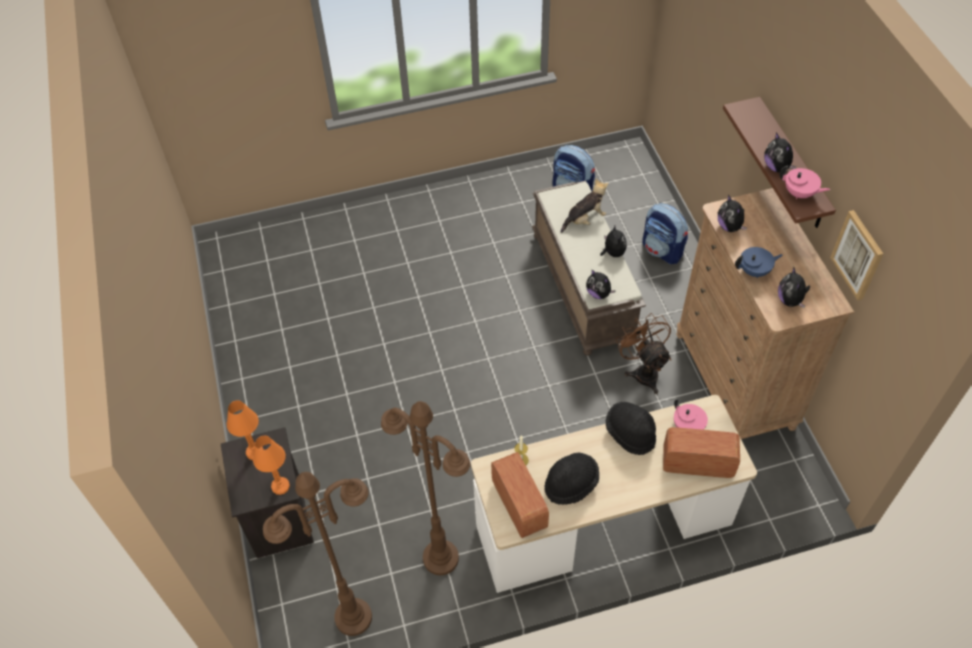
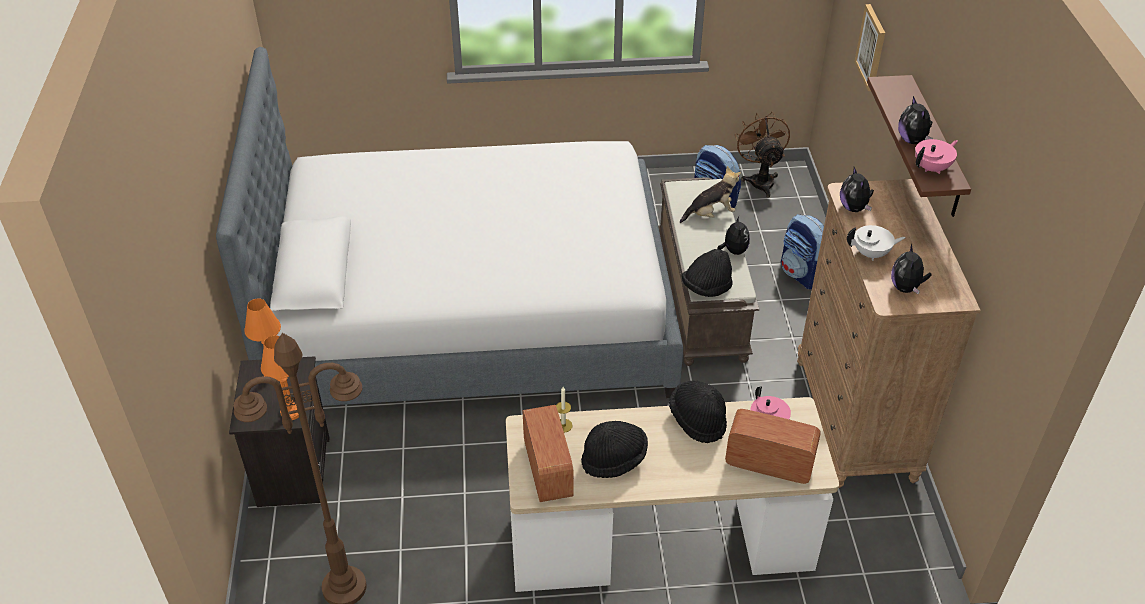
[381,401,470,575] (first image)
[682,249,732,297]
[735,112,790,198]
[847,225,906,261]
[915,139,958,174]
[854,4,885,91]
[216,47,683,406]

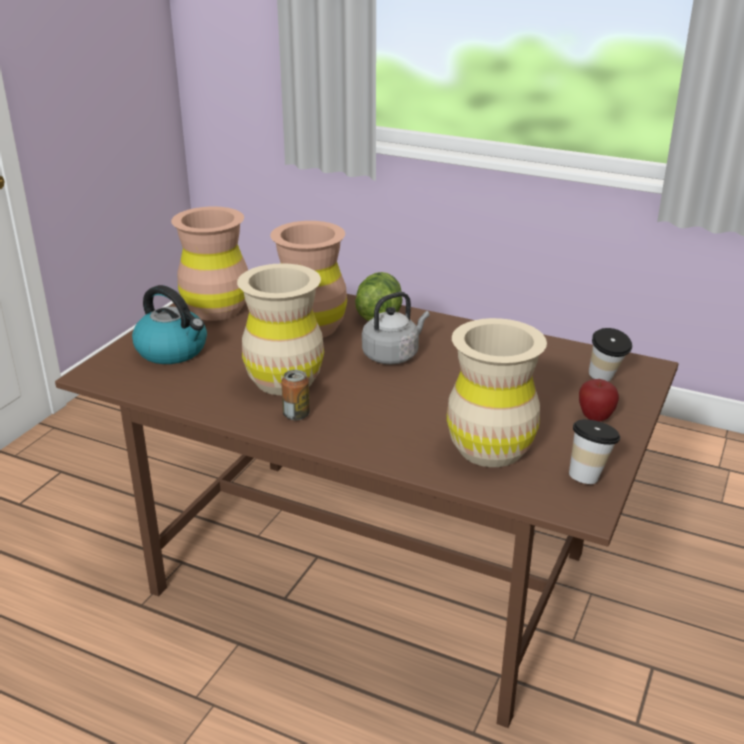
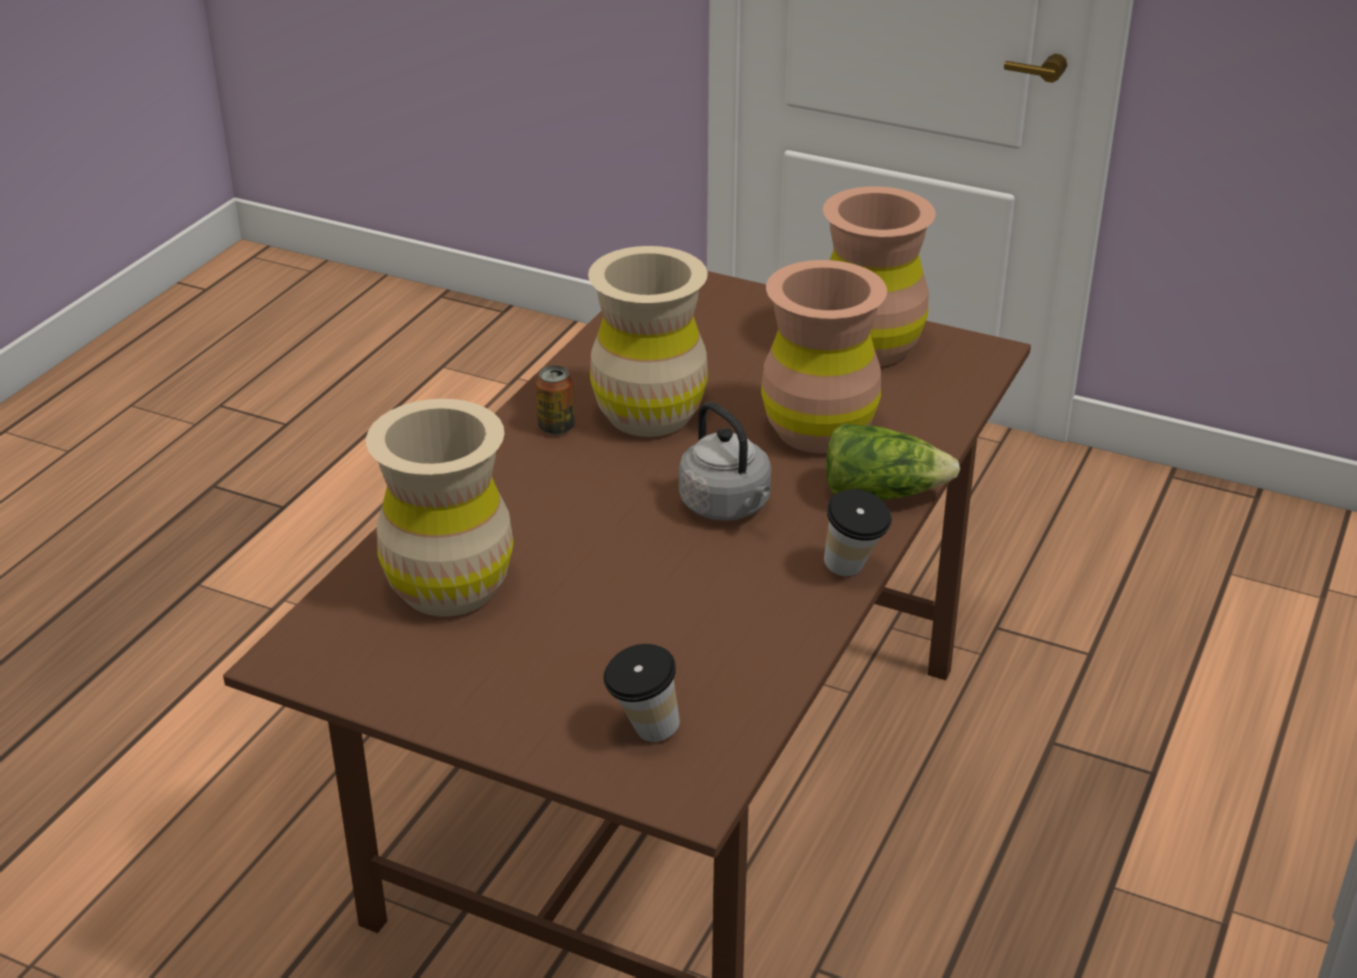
[132,285,207,364] (first image)
[824,489,892,577]
[579,379,619,422] (first image)

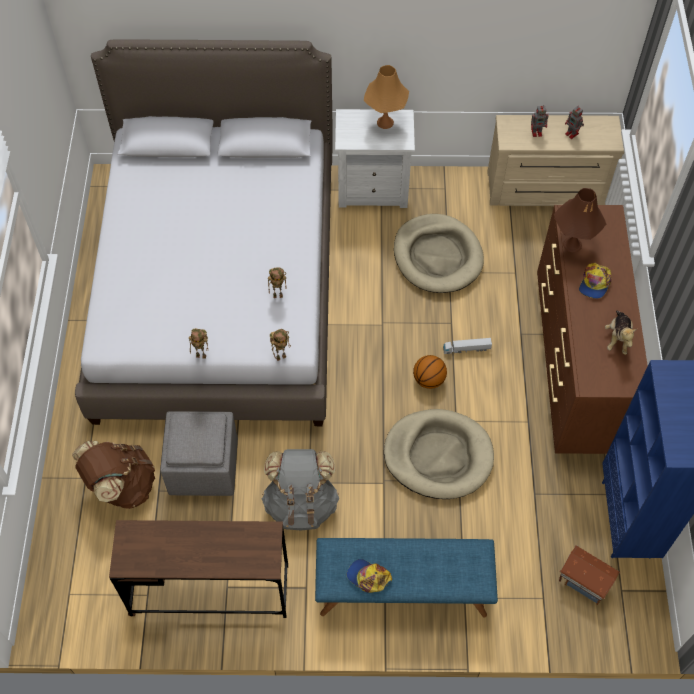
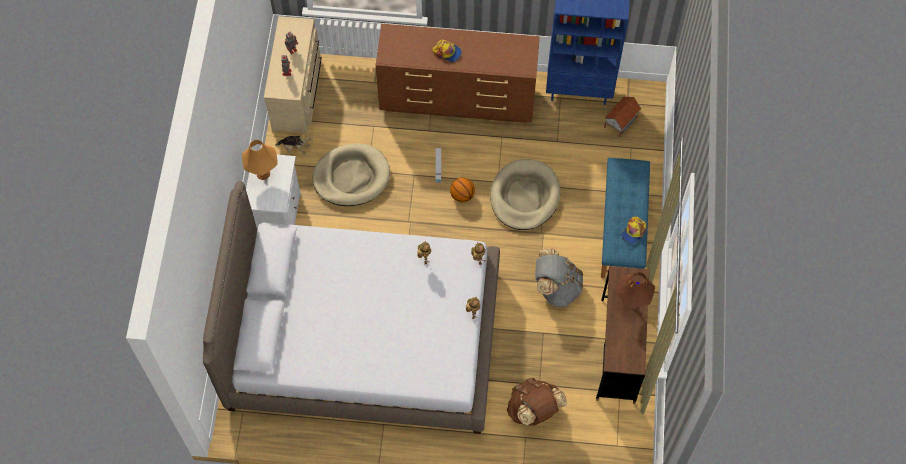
[160,411,238,496] (first image)
[616,272,655,310]
[275,131,313,155]

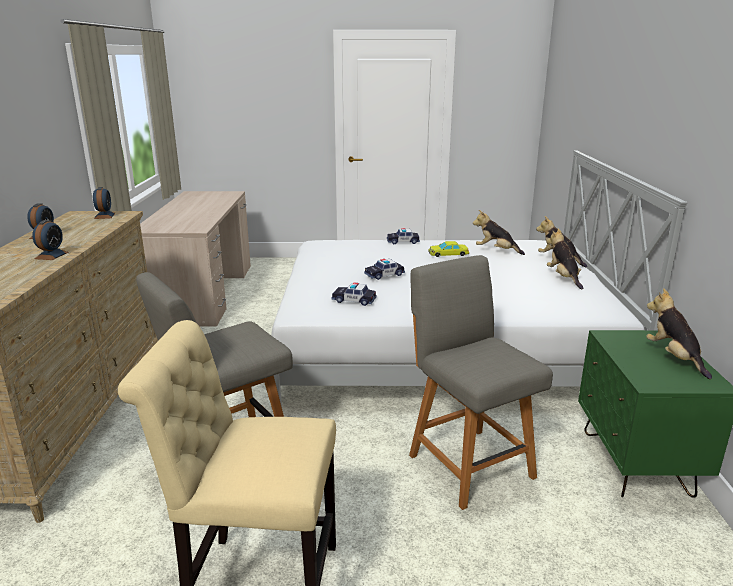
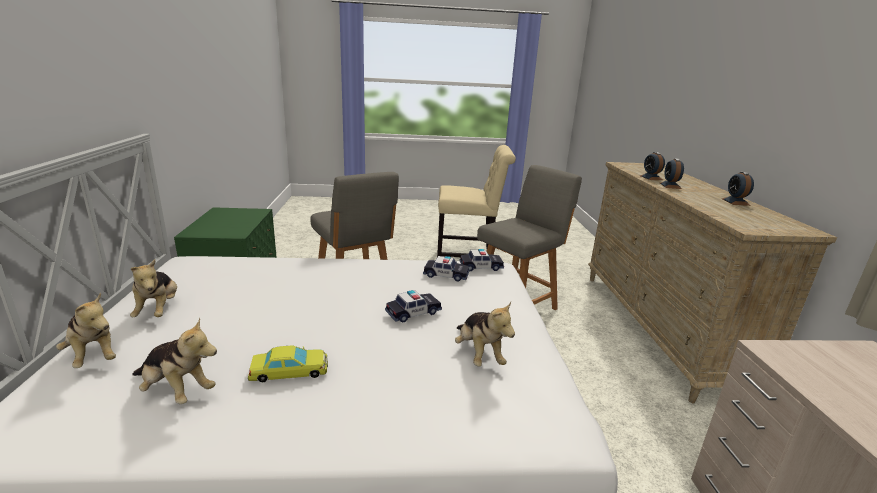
[640,152,665,180]
[460,249,504,271]
[455,302,515,367]

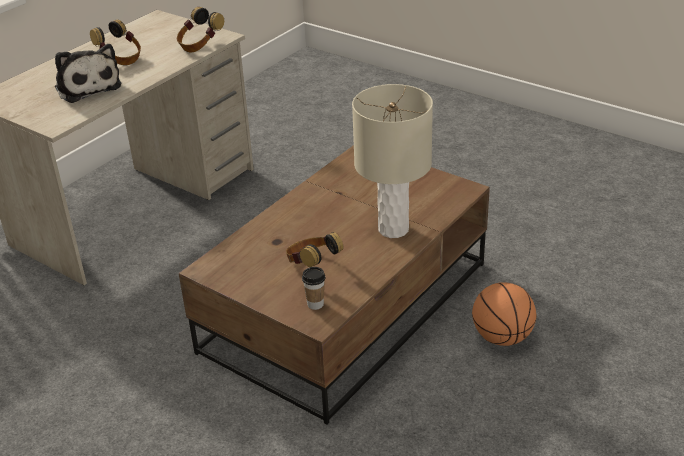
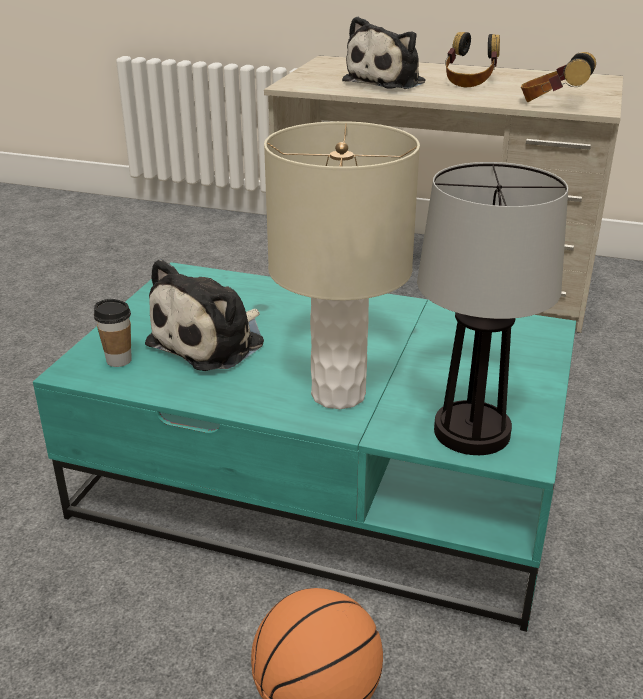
[33,262,576,632]
[145,259,264,371]
[417,162,568,455]

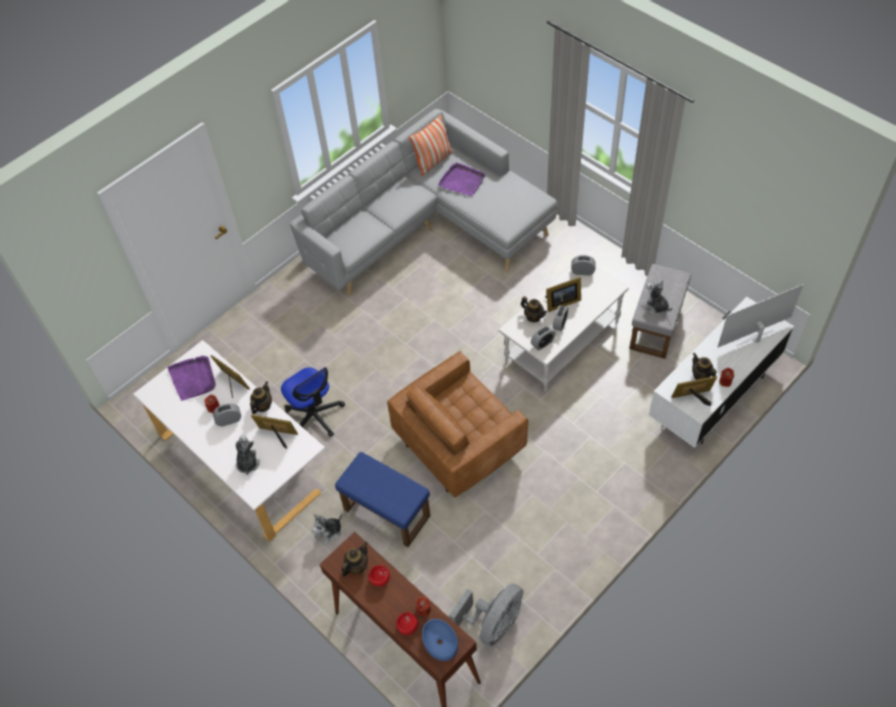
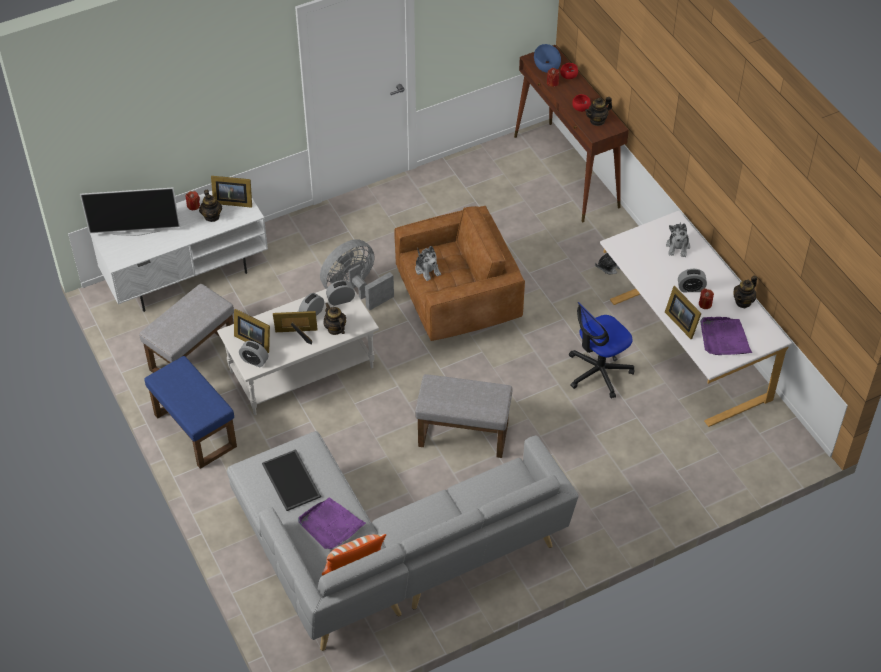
[733,276,757,308]
[234,309,270,353]
[569,302,635,399]
[144,356,237,469]
[320,239,394,311]
[415,246,441,281]
[262,450,321,511]
[415,374,512,458]

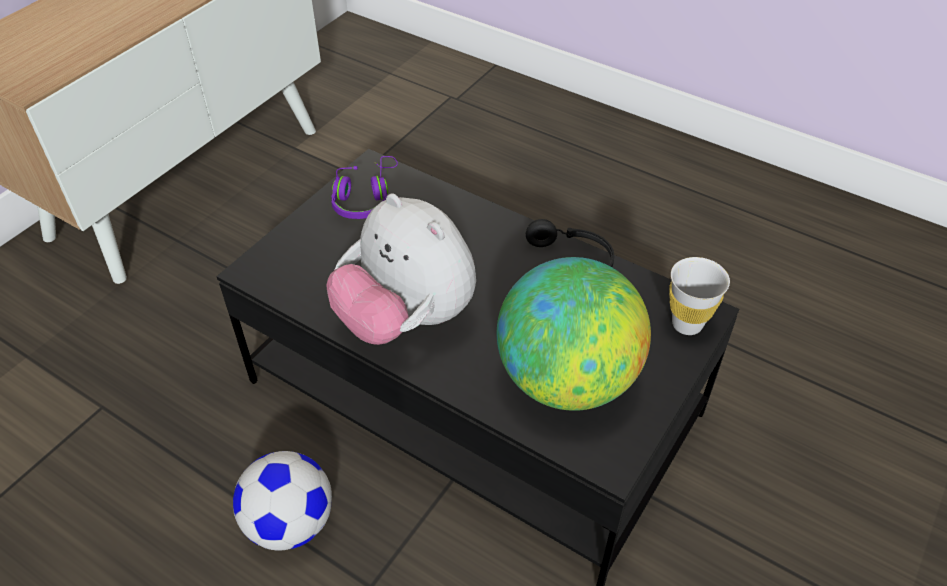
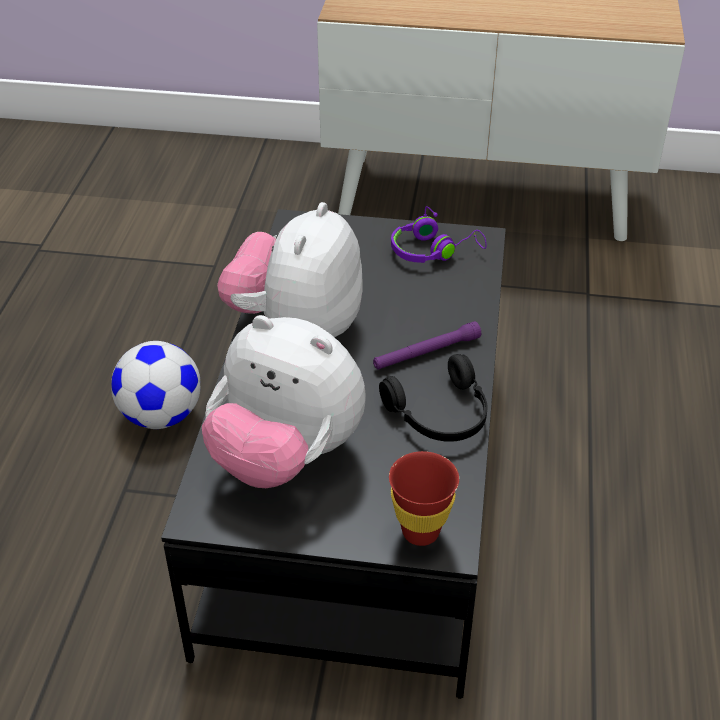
[202,315,366,488]
[389,451,459,546]
[373,321,481,370]

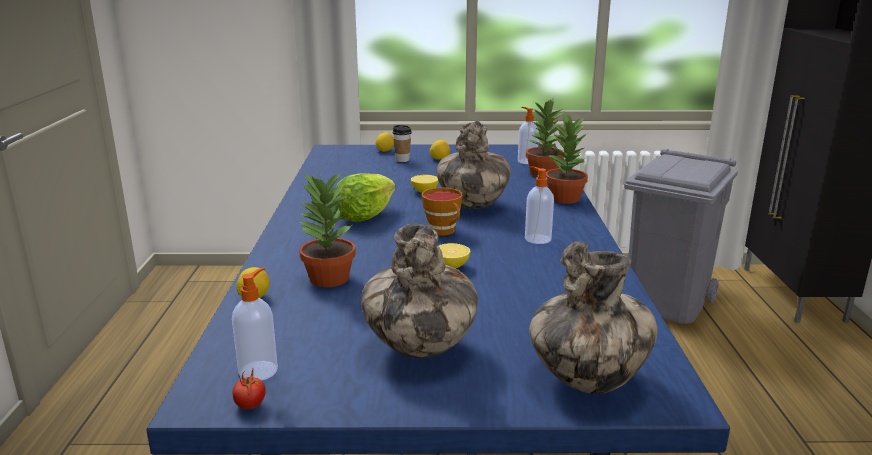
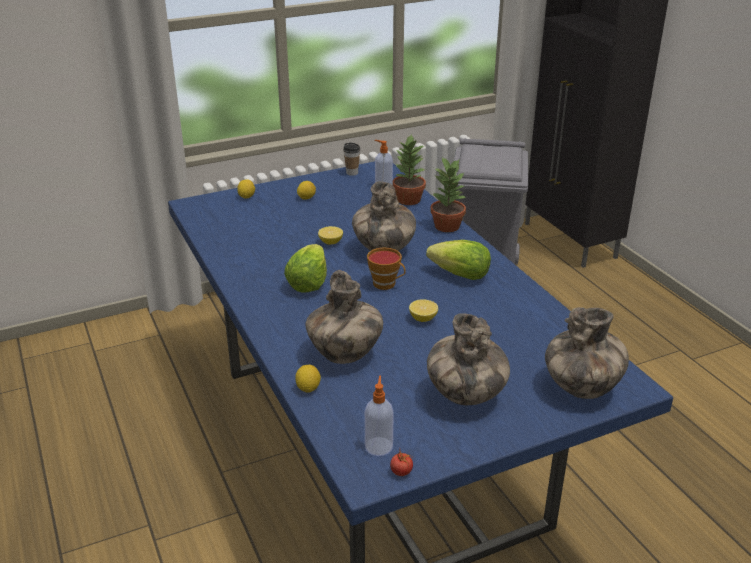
[306,270,383,364]
[343,142,360,176]
[426,240,491,280]

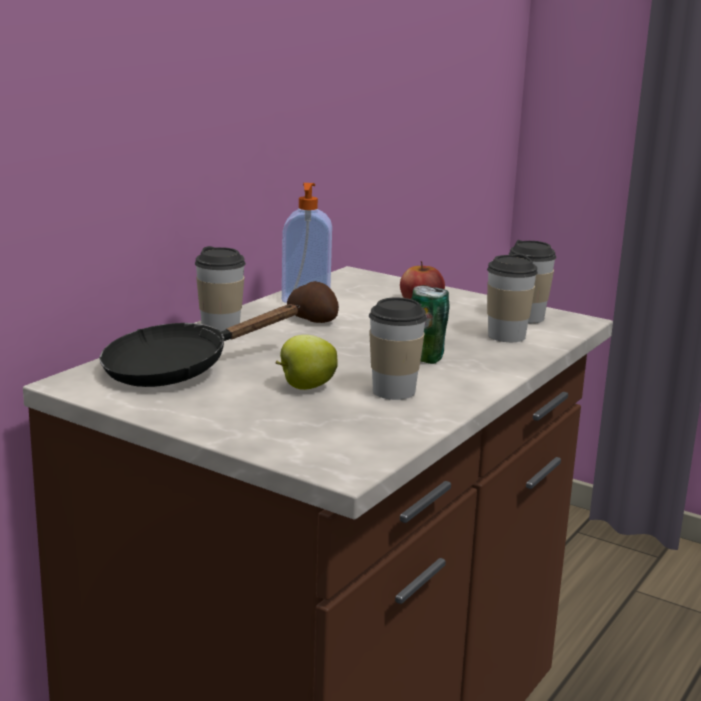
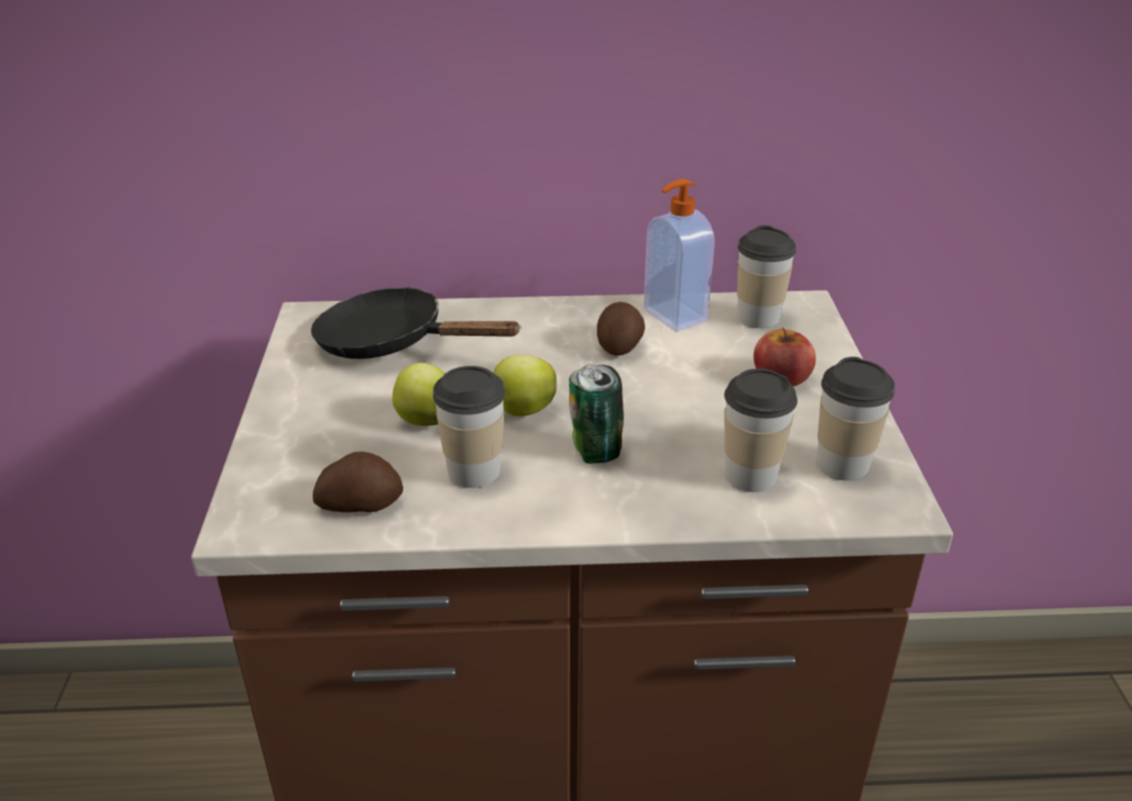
[737,225,796,328]
[313,452,403,512]
[493,355,556,416]

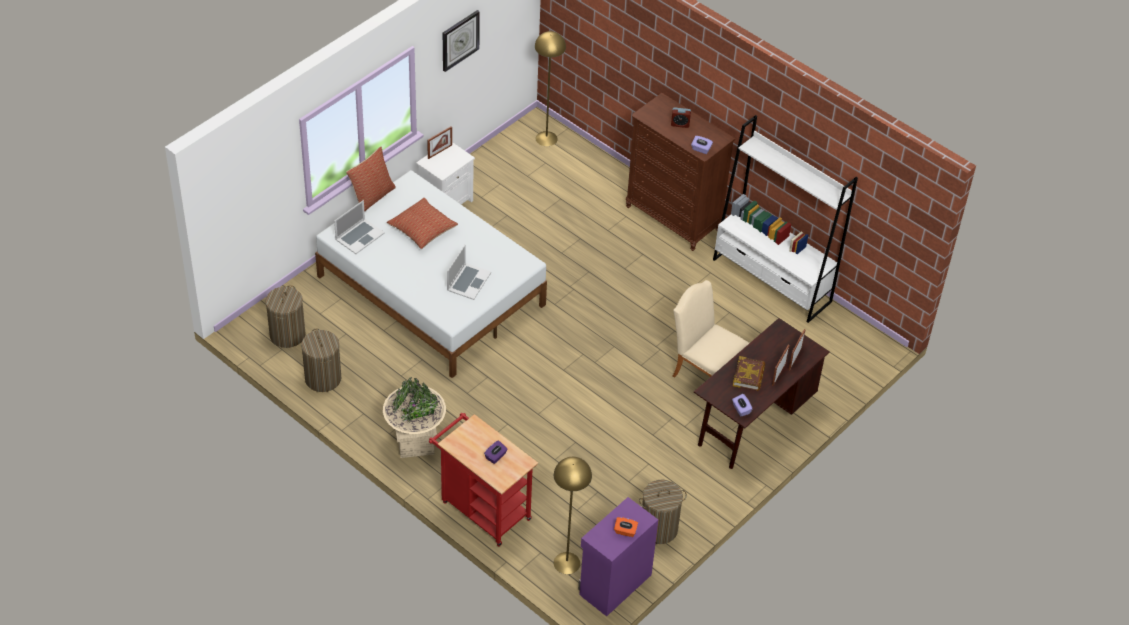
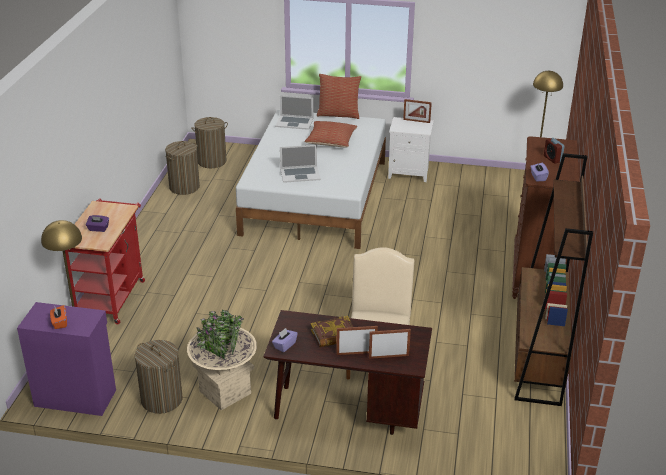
[187,310,257,410]
[443,10,480,72] (first image)
[514,153,593,406]

